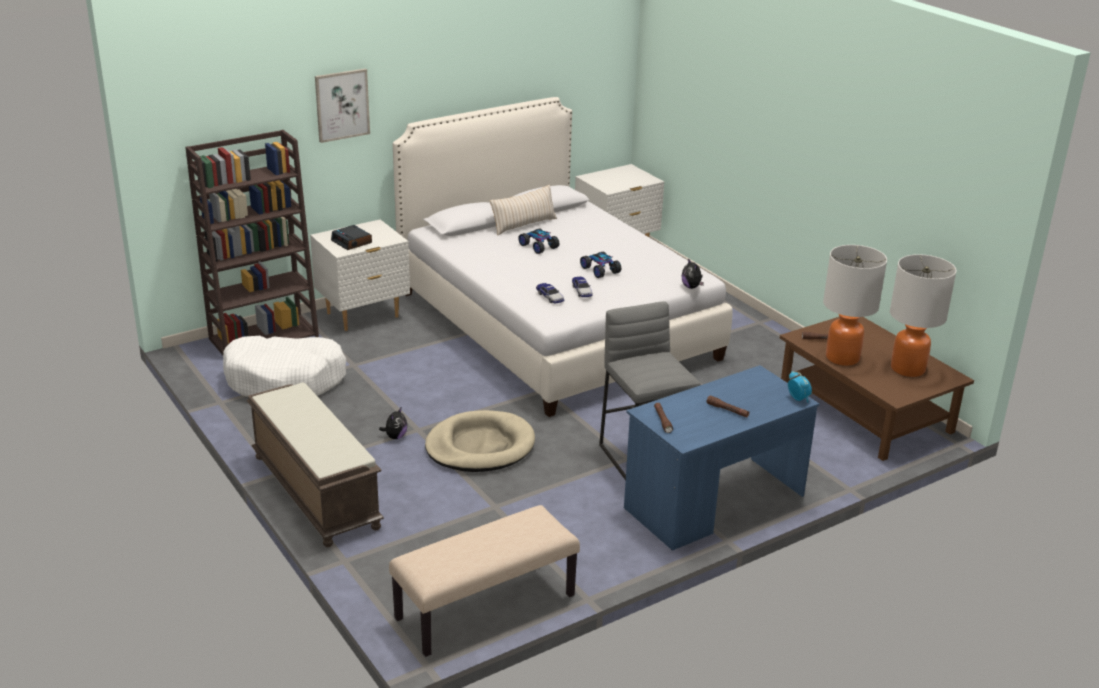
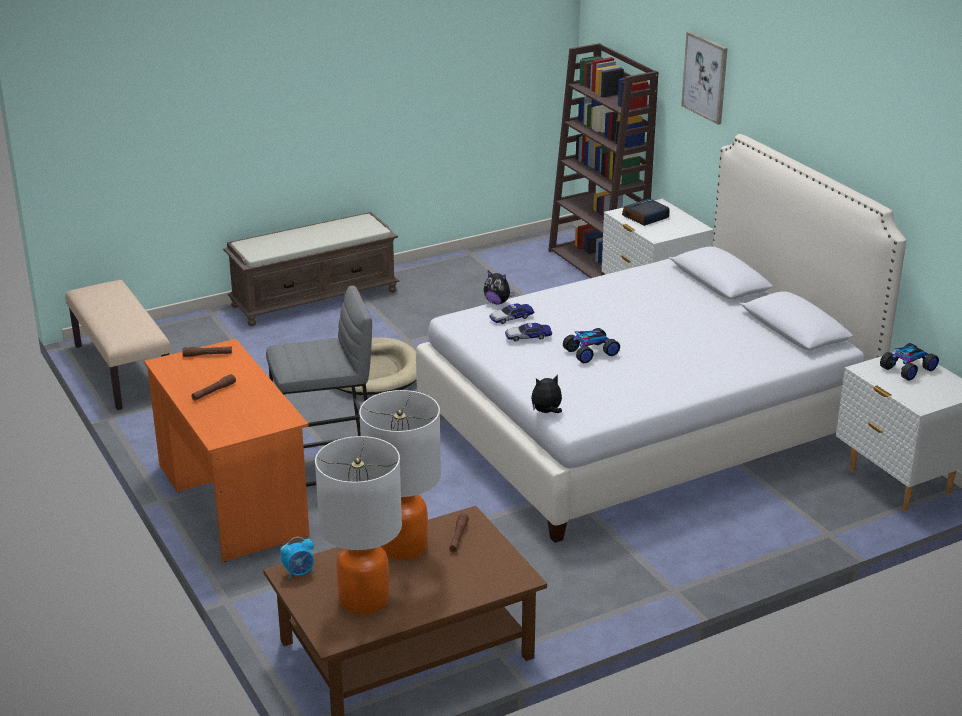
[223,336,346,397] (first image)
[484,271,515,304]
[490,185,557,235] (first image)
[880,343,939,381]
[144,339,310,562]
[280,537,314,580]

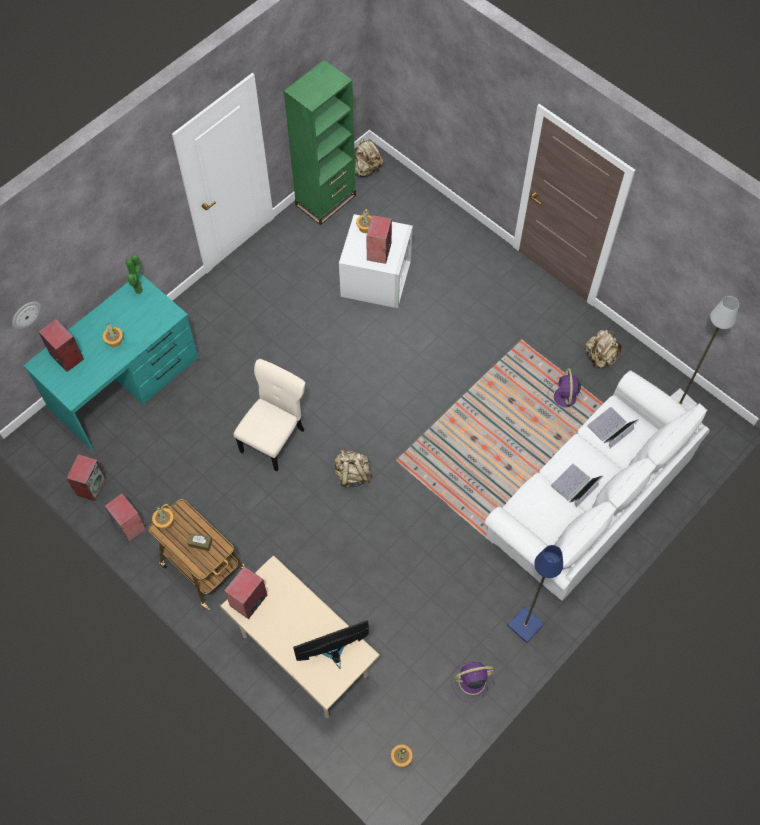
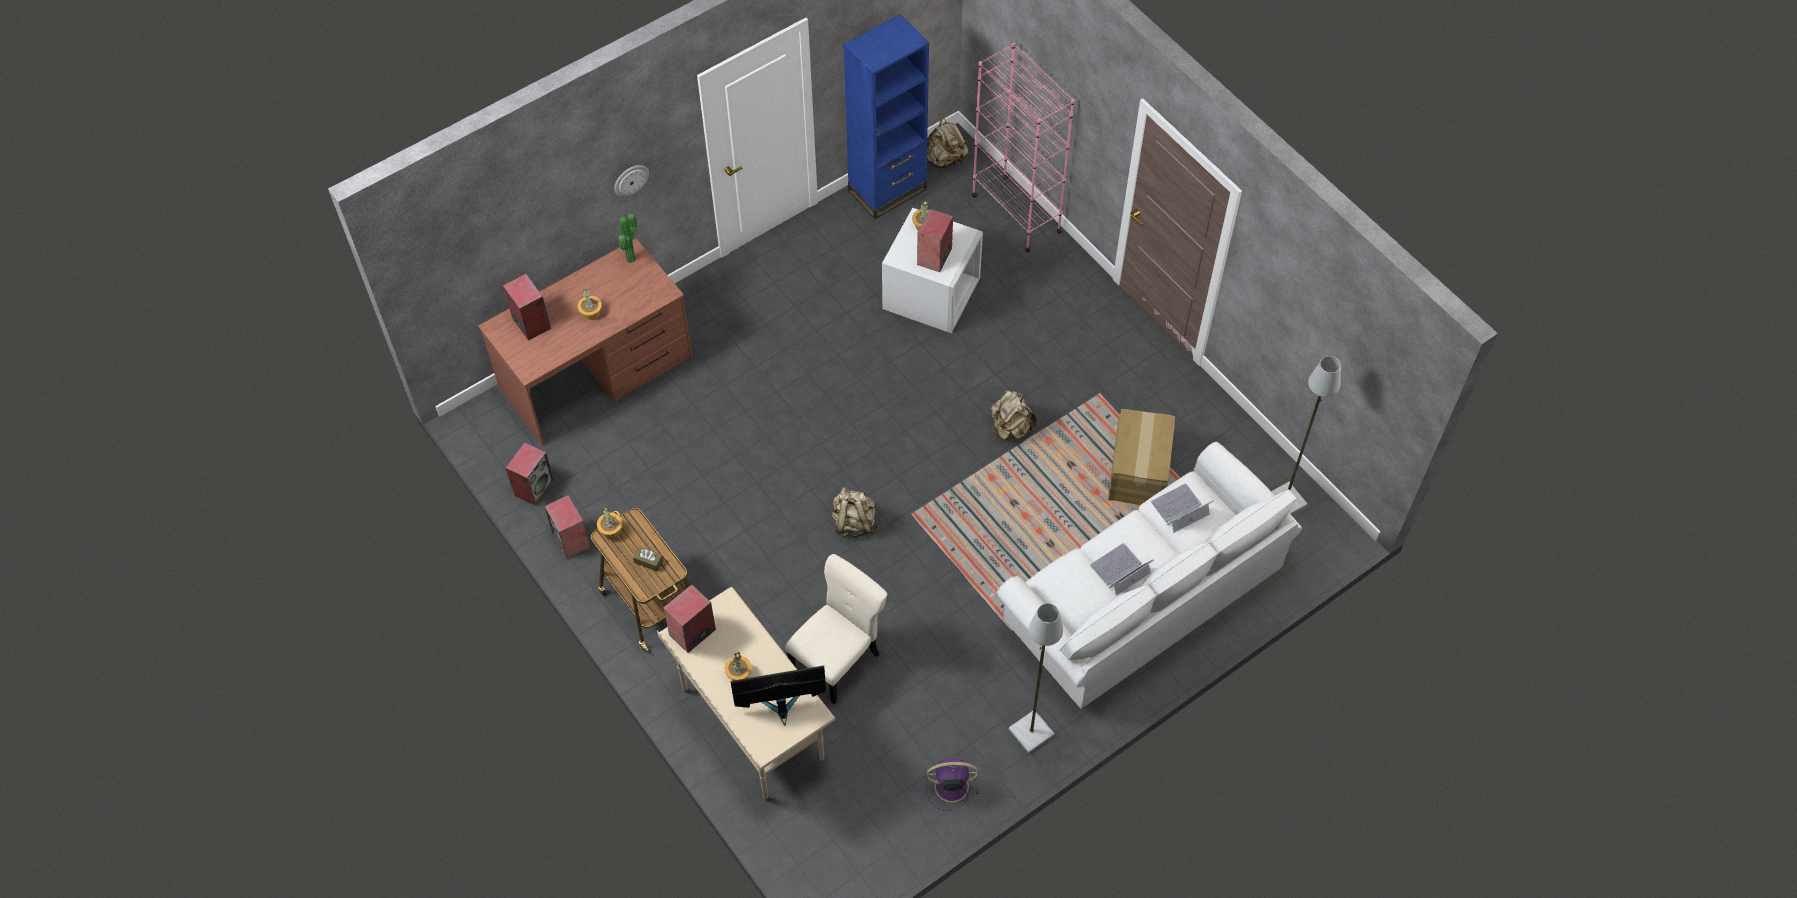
[614,165,649,197]
[478,238,693,446]
[785,554,887,704]
[843,14,929,219]
[724,652,752,681]
[1009,603,1063,753]
[1108,409,1175,505]
[991,391,1036,440]
[972,43,1075,253]

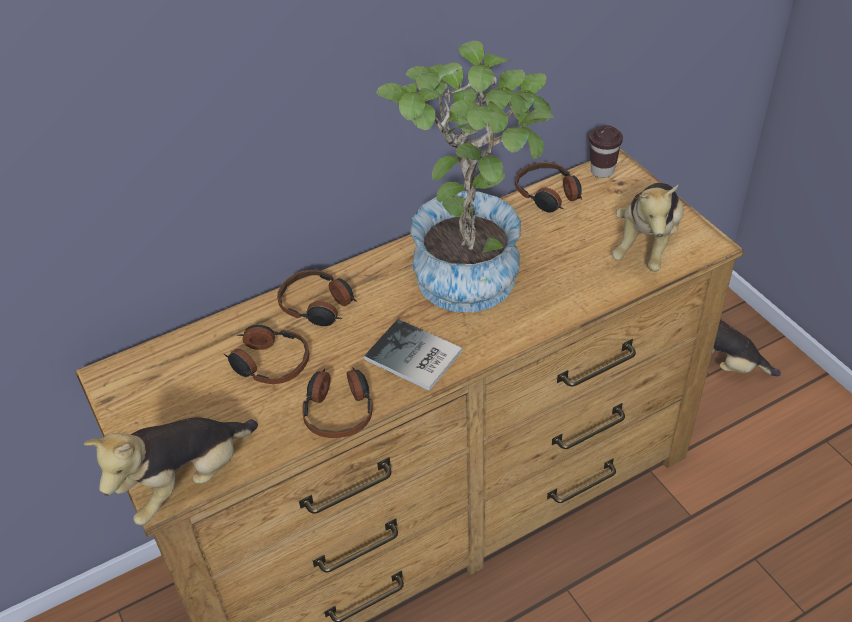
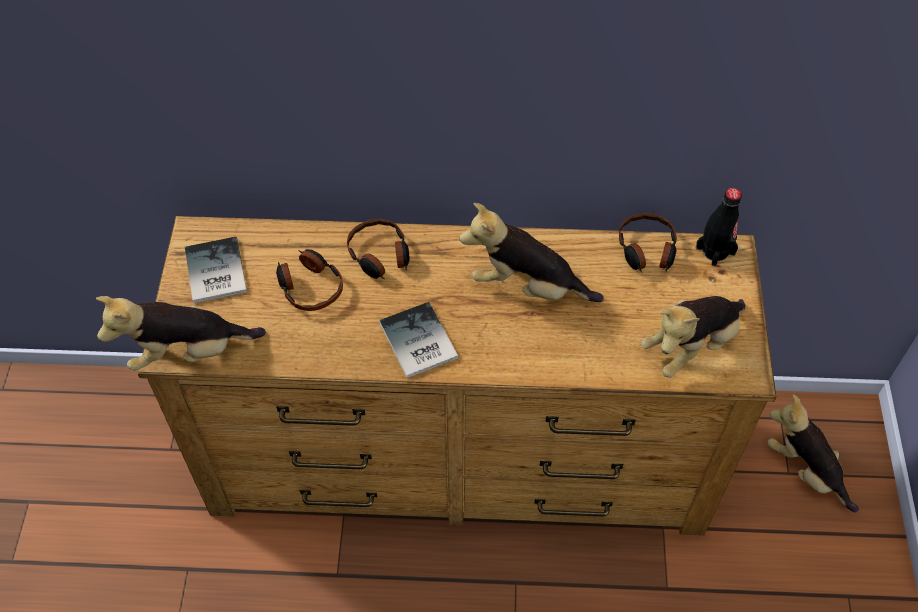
[302,367,372,438] (first image)
[459,203,604,302]
[696,188,742,267]
[185,237,247,303]

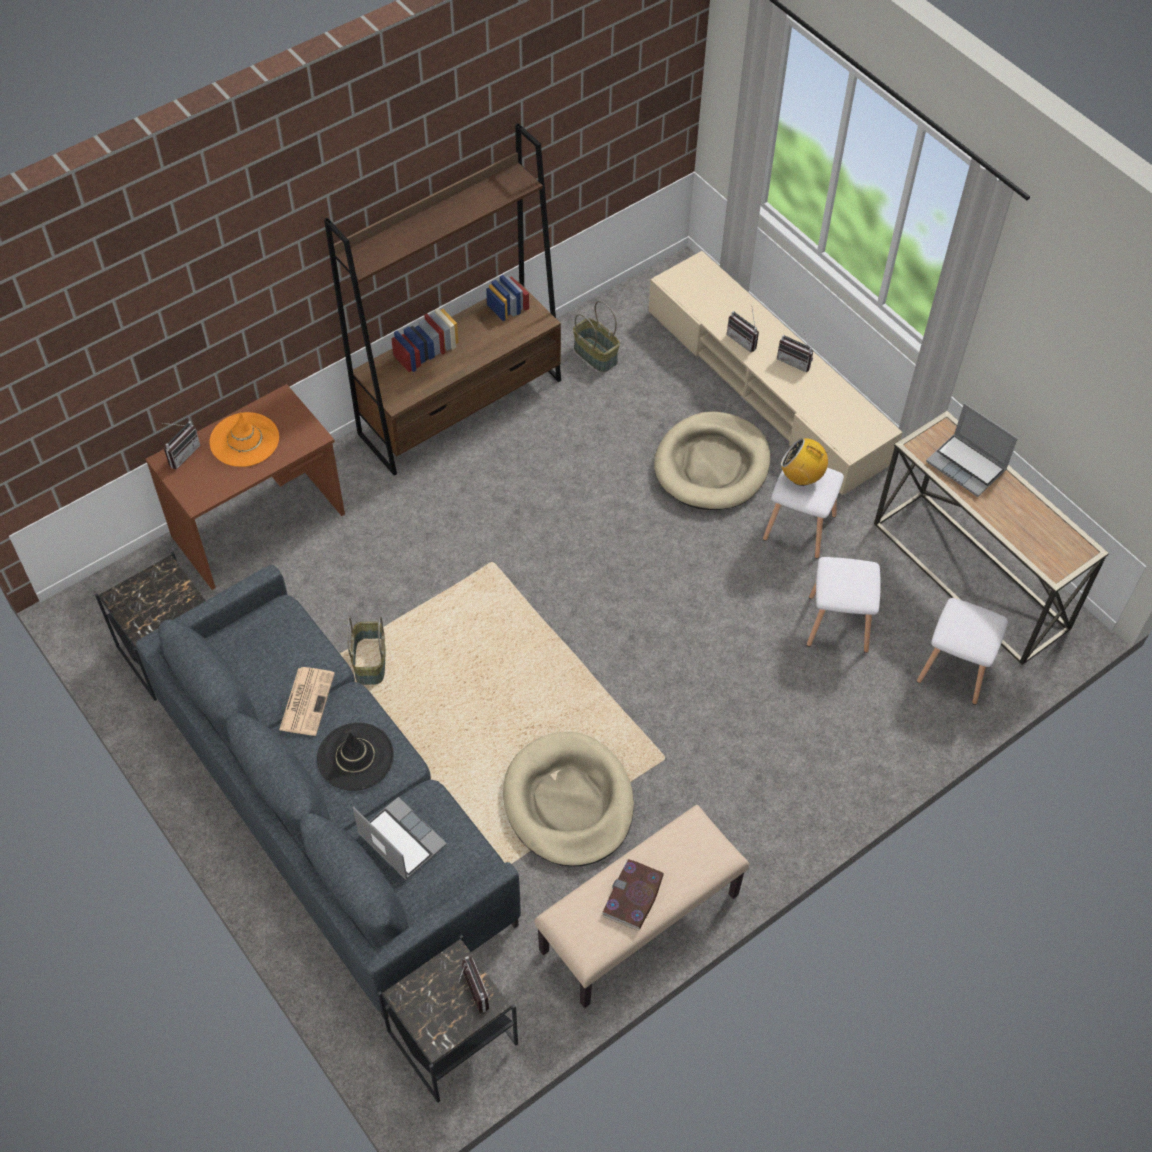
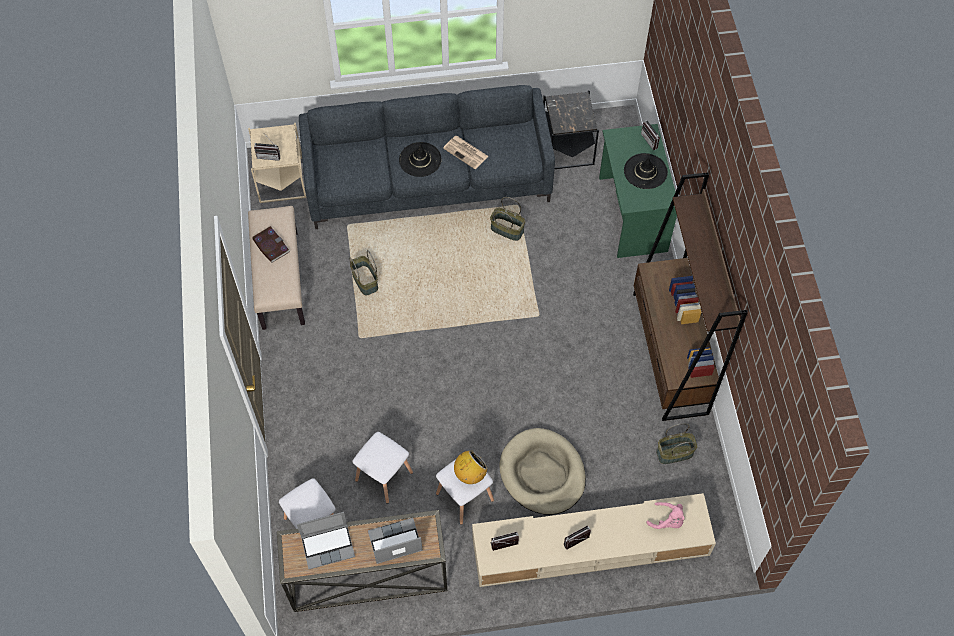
[599,124,677,258]
[624,153,668,189]
[297,512,355,569]
[248,123,306,203]
[349,250,378,295]
[491,532,519,551]
[646,502,685,529]

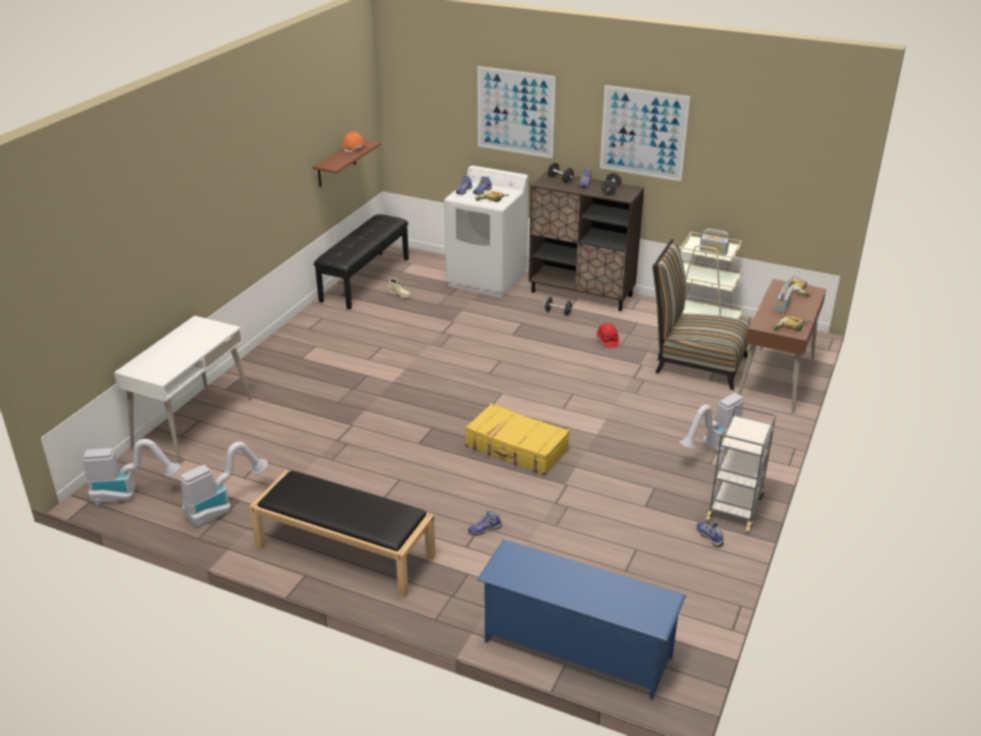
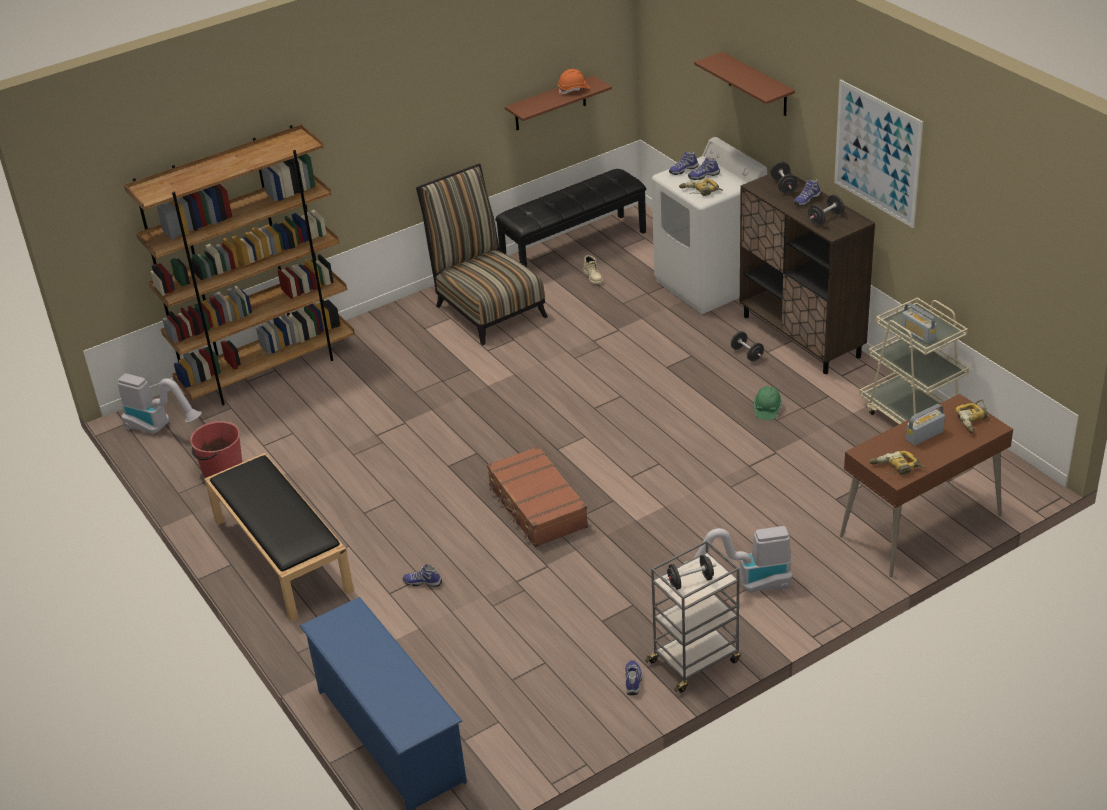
[124,124,355,405]
[190,421,242,478]
[487,446,588,547]
[694,52,795,116]
[754,386,782,420]
[416,163,548,345]
[664,555,716,590]

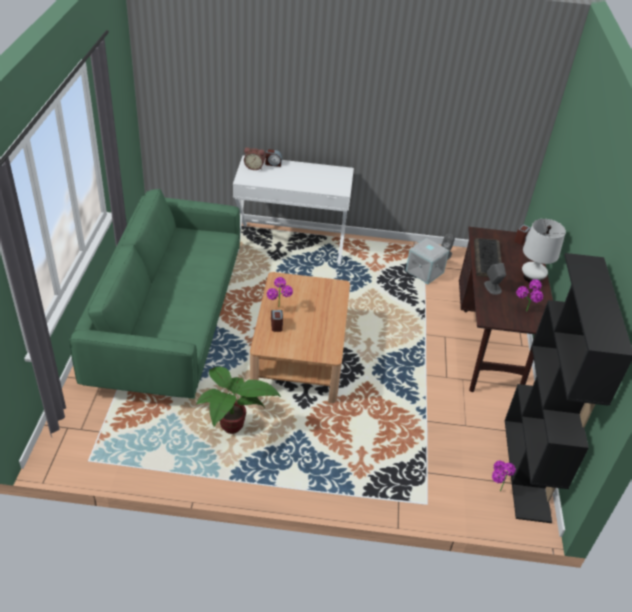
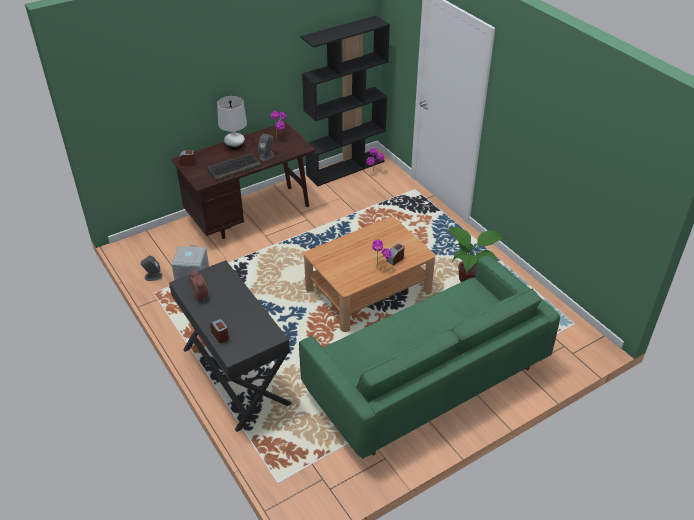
[169,260,292,432]
[189,270,208,301]

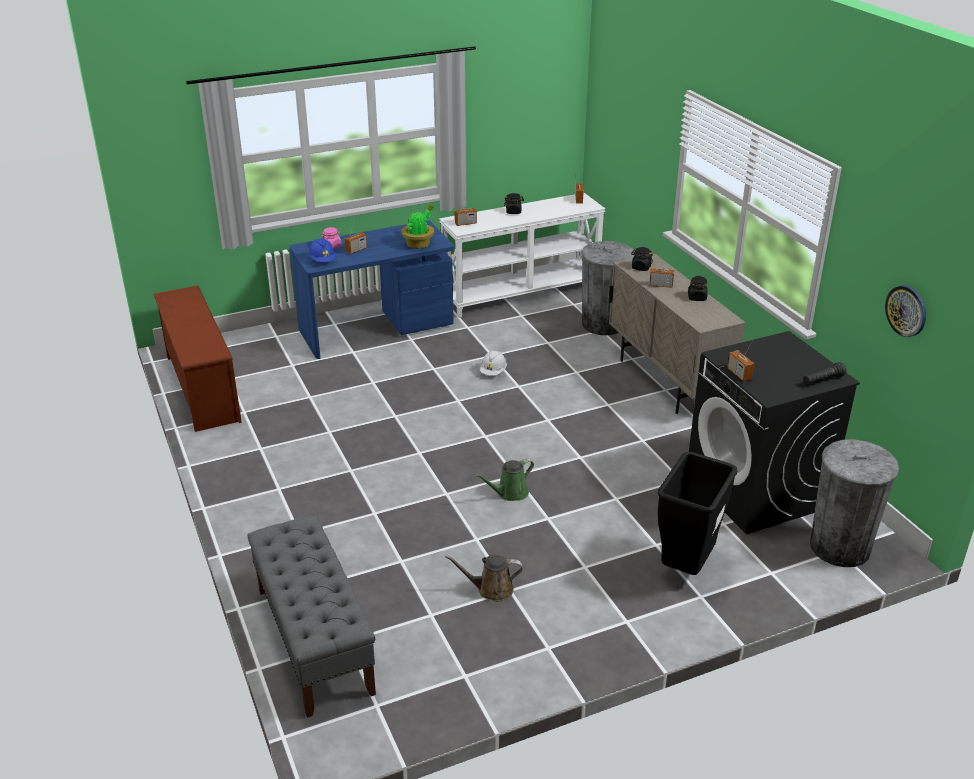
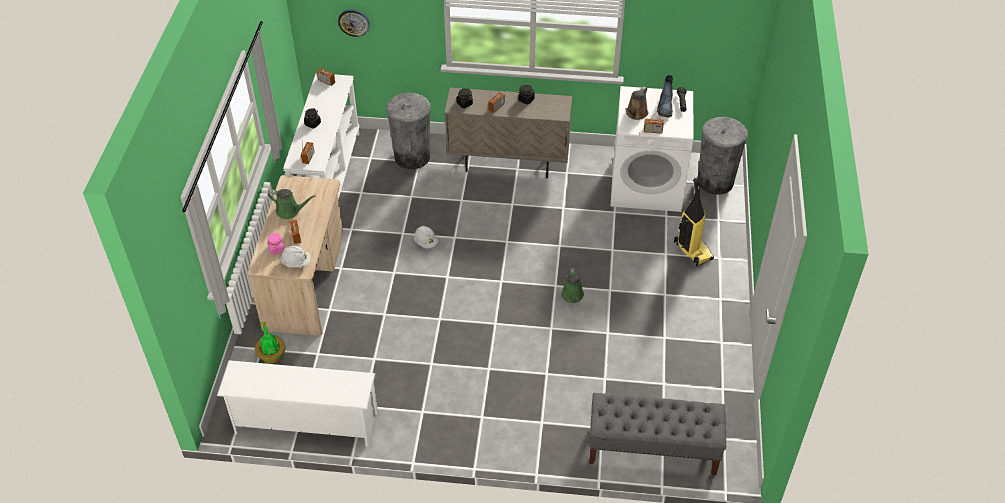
[217,360,378,446]
[248,175,344,336]
[280,246,311,267]
[255,321,286,364]
[625,87,648,120]
[674,178,714,266]
[610,86,694,212]
[338,9,370,37]
[268,189,315,219]
[657,75,673,117]

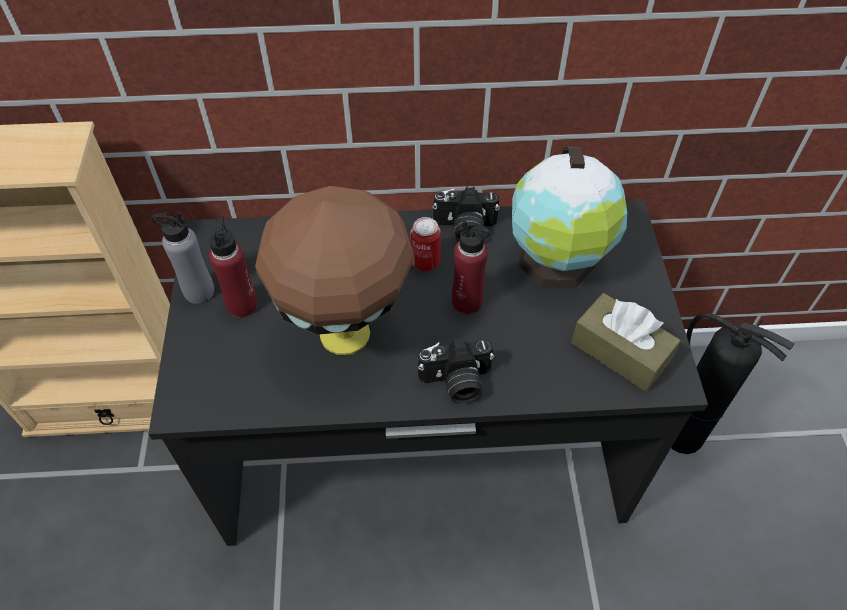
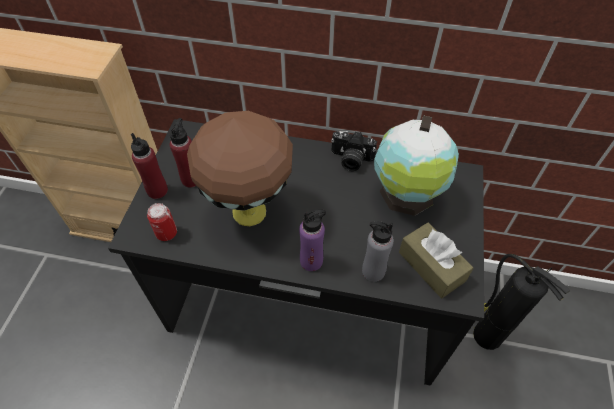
[362,221,394,282]
[147,203,177,241]
[299,210,326,271]
[131,133,168,199]

